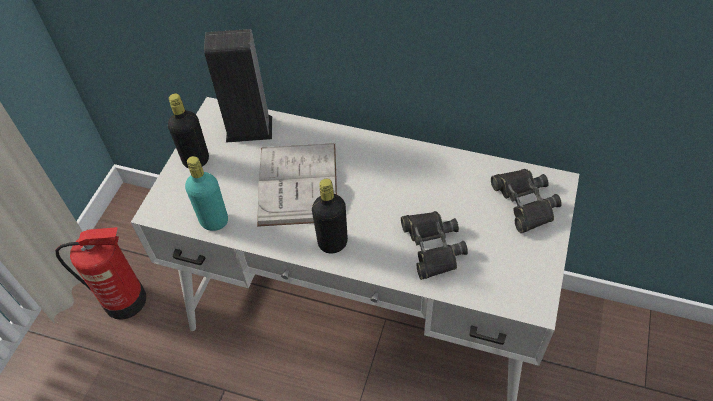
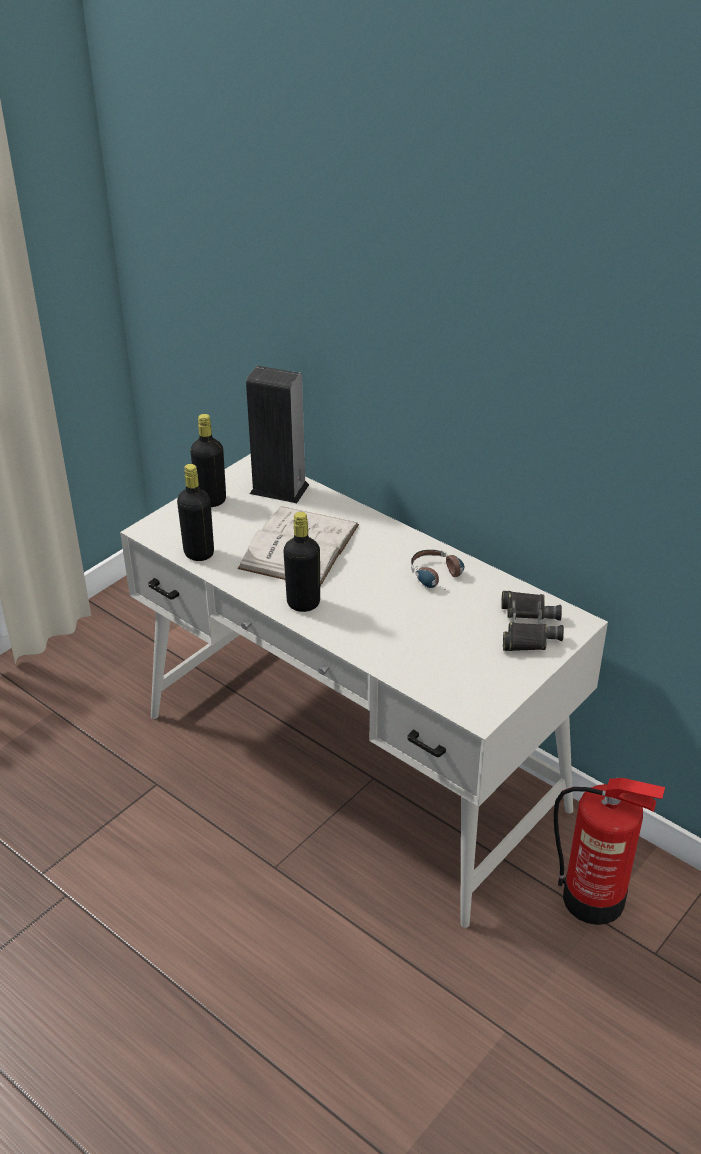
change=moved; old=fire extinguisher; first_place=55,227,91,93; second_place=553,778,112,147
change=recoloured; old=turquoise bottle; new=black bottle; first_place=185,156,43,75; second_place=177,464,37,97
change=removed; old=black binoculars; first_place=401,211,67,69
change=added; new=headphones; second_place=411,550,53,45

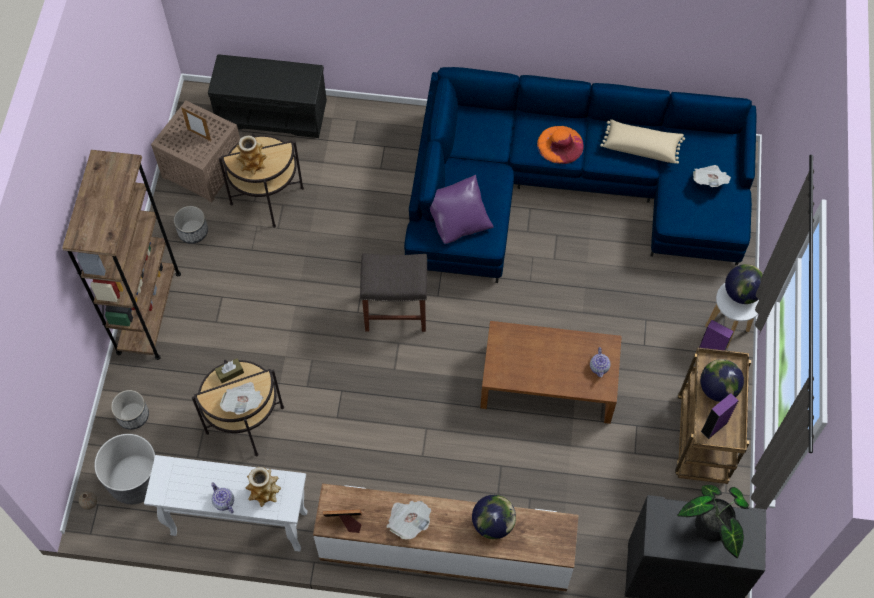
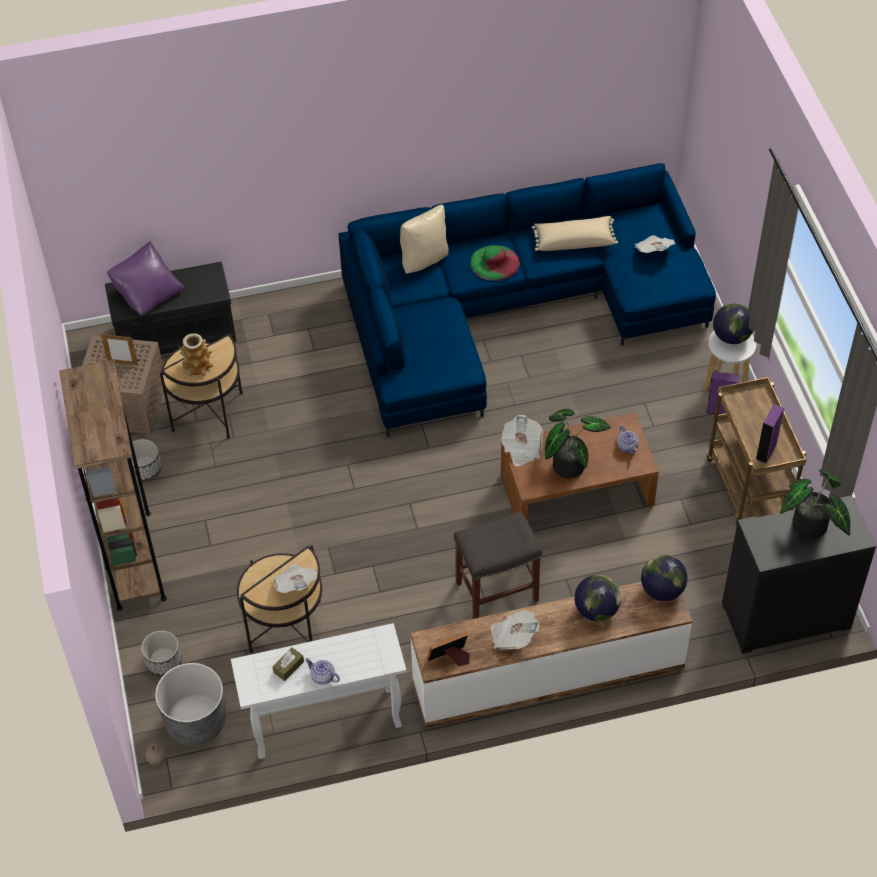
change=moved; old=brown tissue box; first_place=215,358,29,25; second_place=273,647,31,34
change=removed; old=vase; first_place=246,467,35,40
change=moved; old=grey stool; first_place=360,254,67,78; second_place=454,511,88,108
change=moved; old=purple pillow; first_place=430,175,64,69; second_place=107,241,78,74
change=recoloured; old=orange hat; new=green hat; first_place=537,126,47,38; second_place=470,245,50,36
change=moved; old=globe; first_place=700,359,44,43; second_place=641,555,46,46
change=added; new=beige pillow; second_place=400,204,48,70
change=added; new=newspaper; second_place=501,415,42,52
change=added; new=potted plant; second_place=545,409,66,69

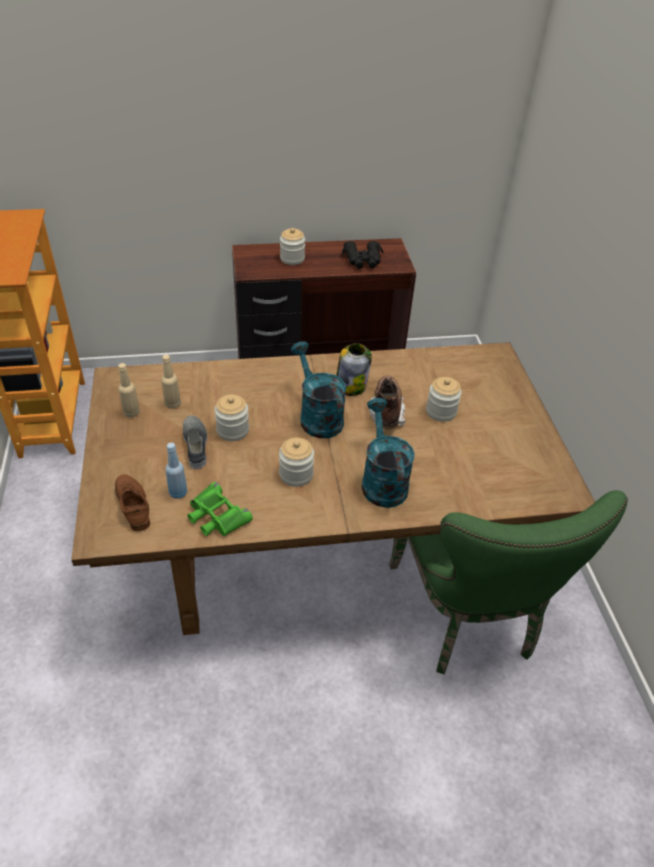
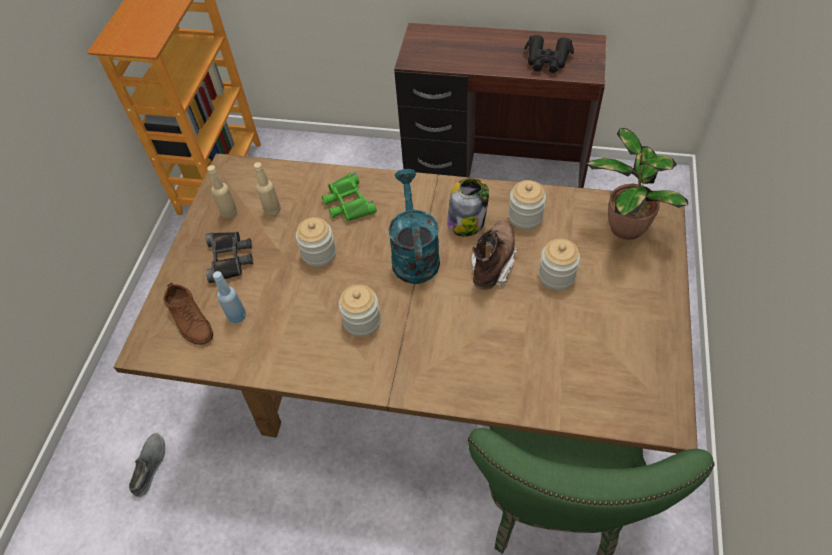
change=turned; old=brown shoe; first_place=115,474,35,57; second_place=163,282,50,63; degrees=150
change=moved; old=grey shoe; first_place=183,416,24,53; second_place=129,433,36,64
change=moved; old=green binoculars; first_place=188,482,65,54; second_place=322,172,55,50
change=moved; old=jar; first_place=280,228,25,37; second_place=508,180,38,50
change=removed; old=turquoise watering can; first_place=362,398,53,110
change=added; new=black binoculars; second_place=205,232,48,51
change=added; new=potted plant; second_place=587,128,101,112

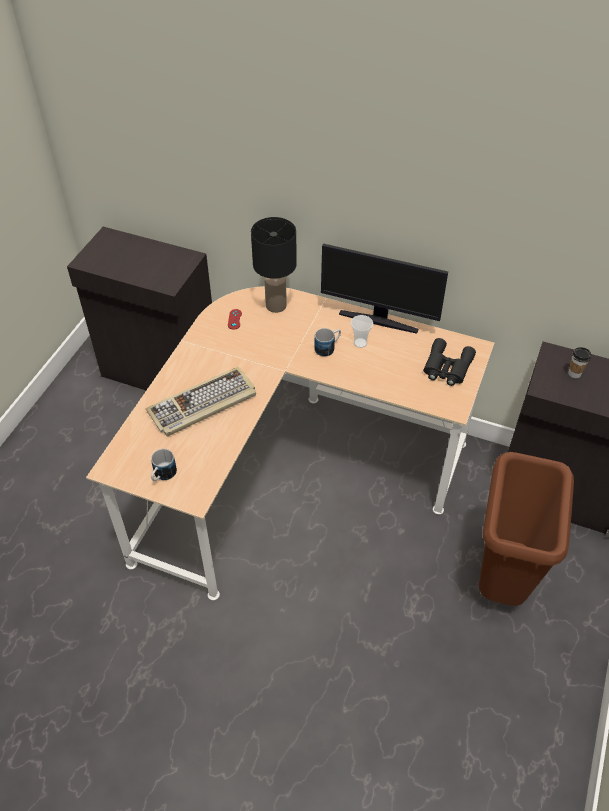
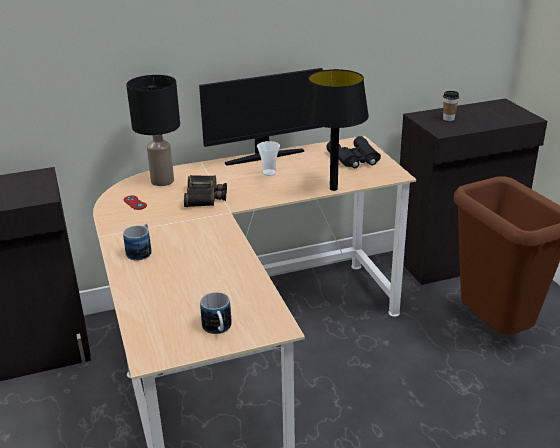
change=removed; old=keyboard; first_place=146,367,110,70
change=moved; old=mug; first_place=314,328,27,29; second_place=123,223,29,38
change=added; new=binoculars; second_place=184,175,43,32
change=added; new=black table lamp; second_place=302,69,67,122

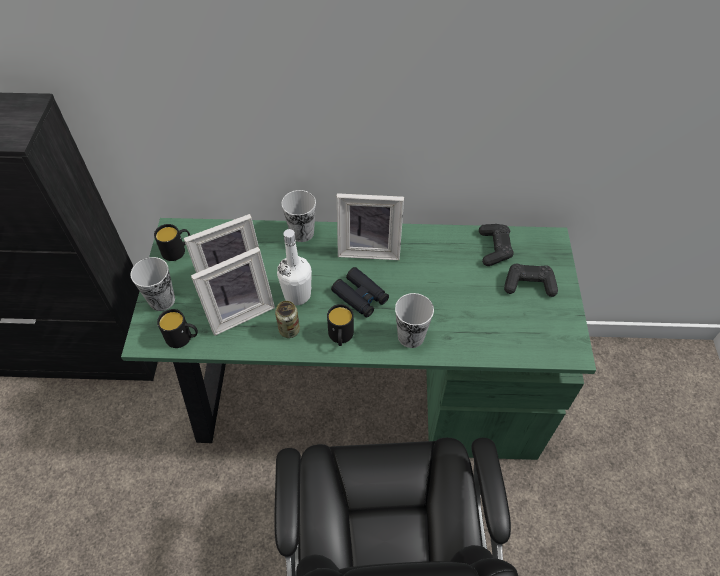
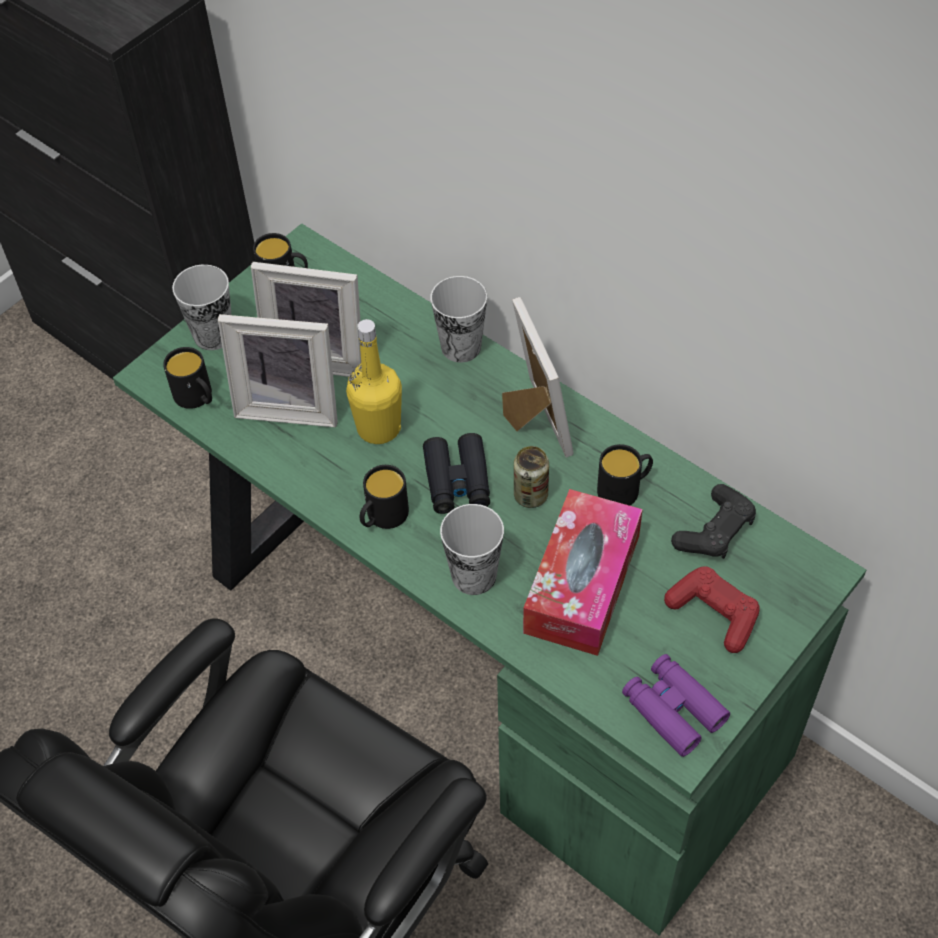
change=moved; old=can; first_place=275,301,25,37; second_place=514,446,35,62
change=recoloured; old=white bottle; new=yellow bottle; first_place=277,229,35,76; second_place=346,319,56,125
change=turned; old=picture frame; first_place=337,193,67,67; second_place=502,297,72,161; degrees=-150
change=recoloured; old=black game controller; new=red game controller; first_place=504,264,54,33; second_place=664,566,96,87
change=added; new=tissue box; second_place=523,489,120,167
change=added; new=black mug; second_place=597,444,56,62
change=added; new=purple binoculars; second_place=622,654,108,103

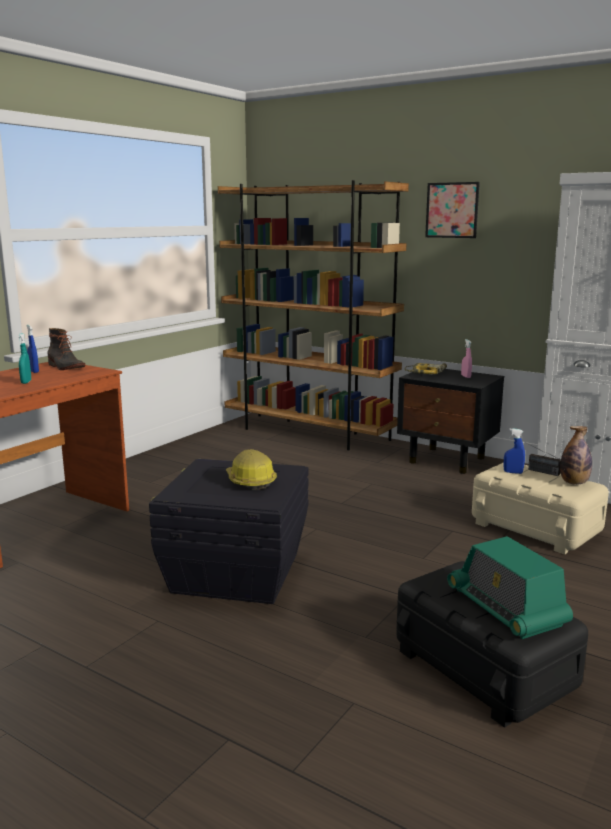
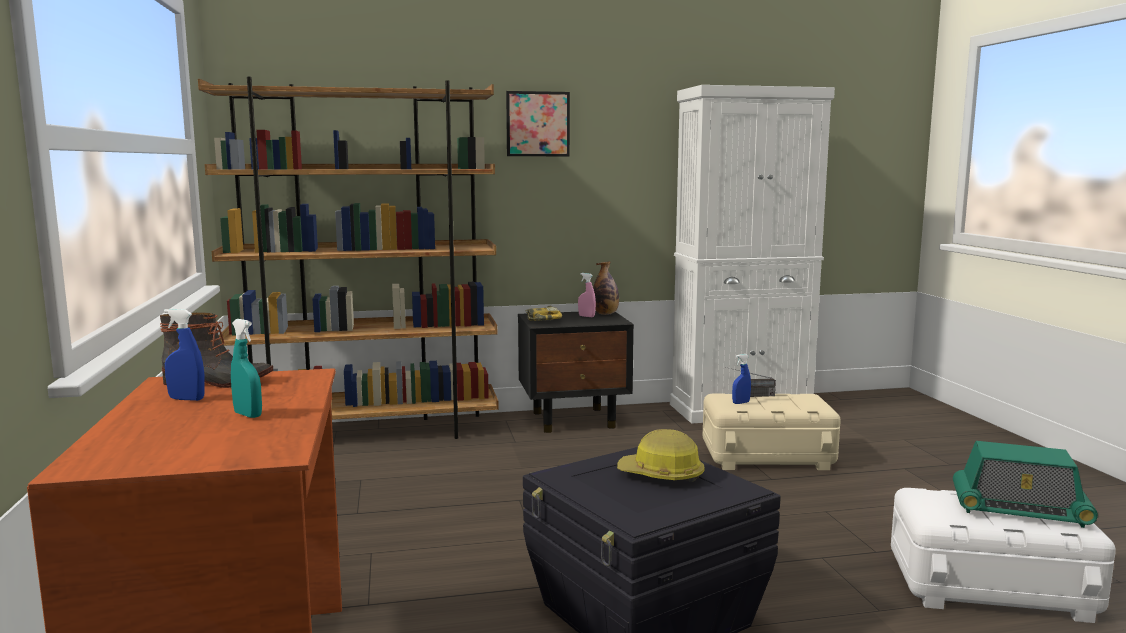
change=recoloured; old=black storage box; new=white storage box; first_place=396,561,192,167; second_place=891,488,225,135
change=moved; old=bottle; first_place=560,426,32,59; second_place=593,261,26,54

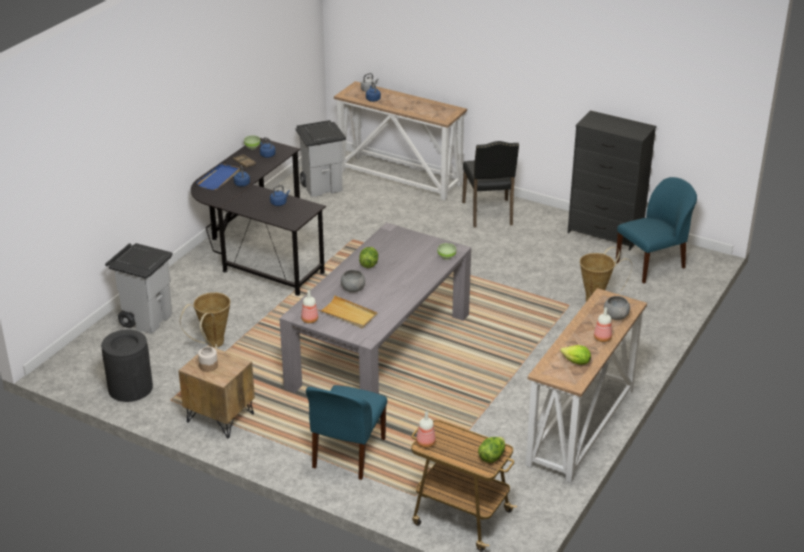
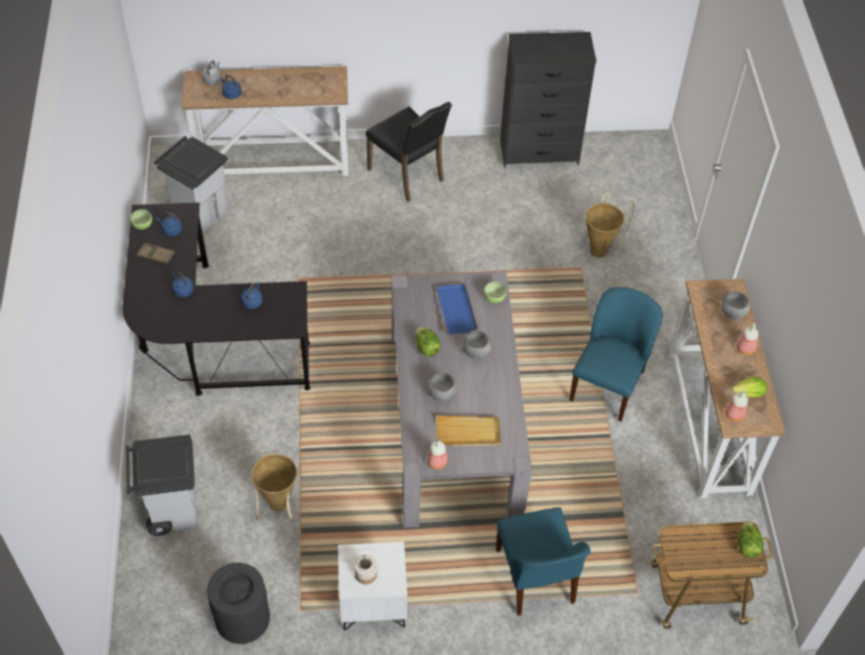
change=recoloured; old=brown nightstand; new=white nightstand; first_place=178,345,77,93; second_place=338,541,69,89
change=moved; old=blue tray; first_place=196,164,44,26; second_place=437,283,41,51
change=moved; old=bottle; first_place=416,411,20,37; second_place=725,390,23,31
change=moved; old=blue chair; first_place=616,177,81,106; second_place=569,287,94,135
change=added; new=grey bowl; second_place=463,331,28,28

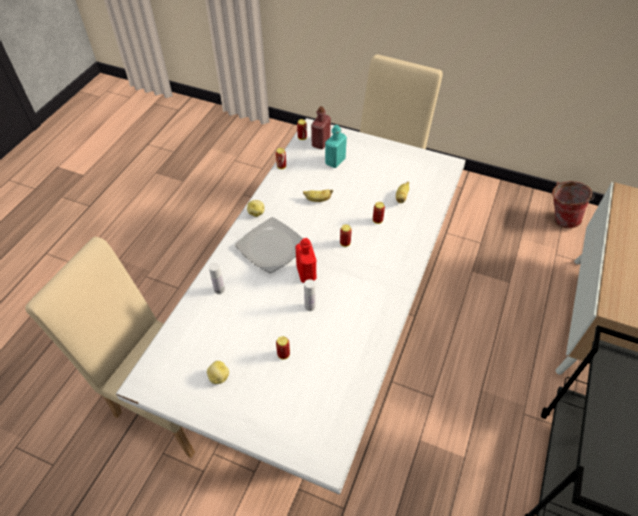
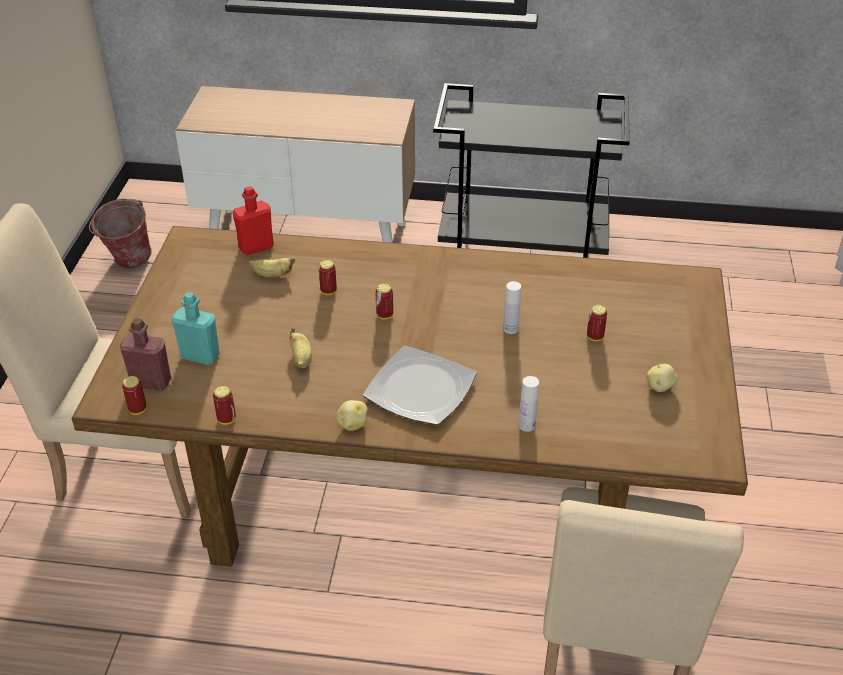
change=recoloured; old=white dining table; new=brown dining table; first_place=116,118,350,376; second_place=72,226,676,341
change=moved; old=red bottle; first_place=295,238,21,45; second_place=233,186,41,69

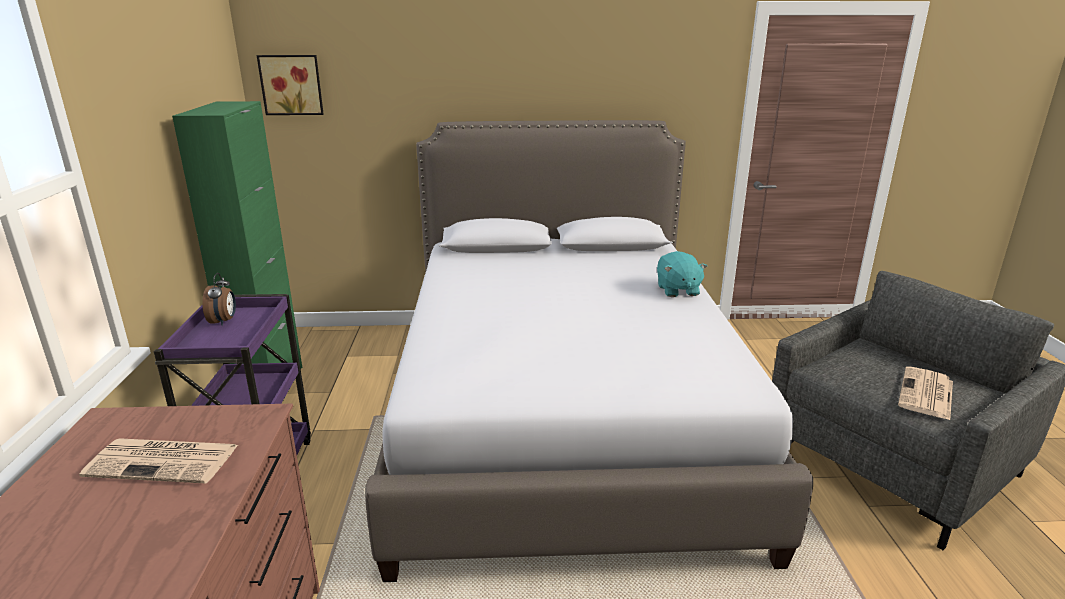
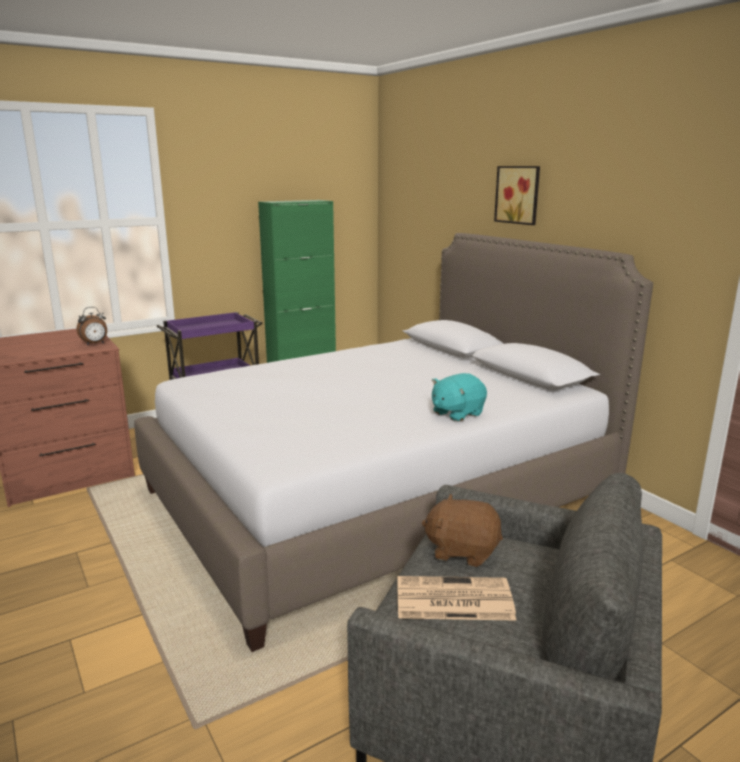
change=removed; old=newspaper; first_place=79,438,159,45
change=moved; old=alarm clock; first_place=202,273,34,53; second_place=77,307,30,38
change=moved; old=picture; first_place=257,55,67,60; second_place=494,166,46,59
change=added; new=brown plush toy; second_place=422,494,81,73

